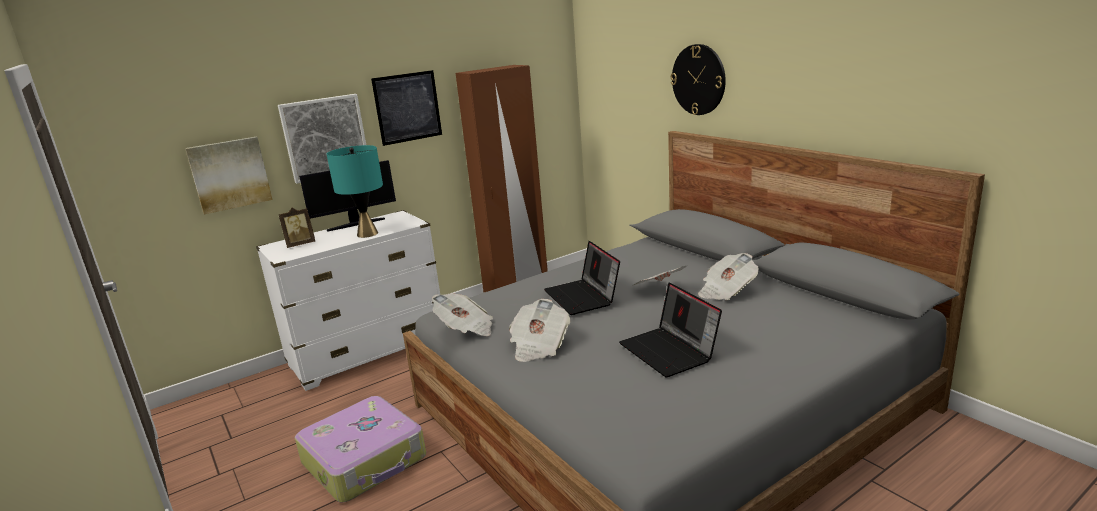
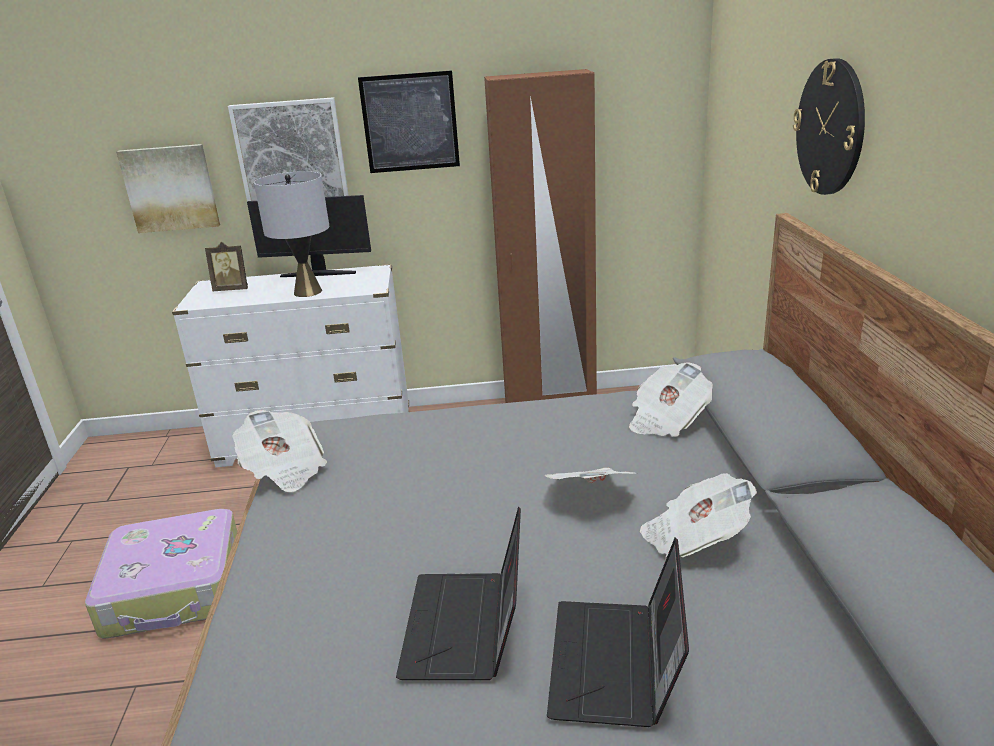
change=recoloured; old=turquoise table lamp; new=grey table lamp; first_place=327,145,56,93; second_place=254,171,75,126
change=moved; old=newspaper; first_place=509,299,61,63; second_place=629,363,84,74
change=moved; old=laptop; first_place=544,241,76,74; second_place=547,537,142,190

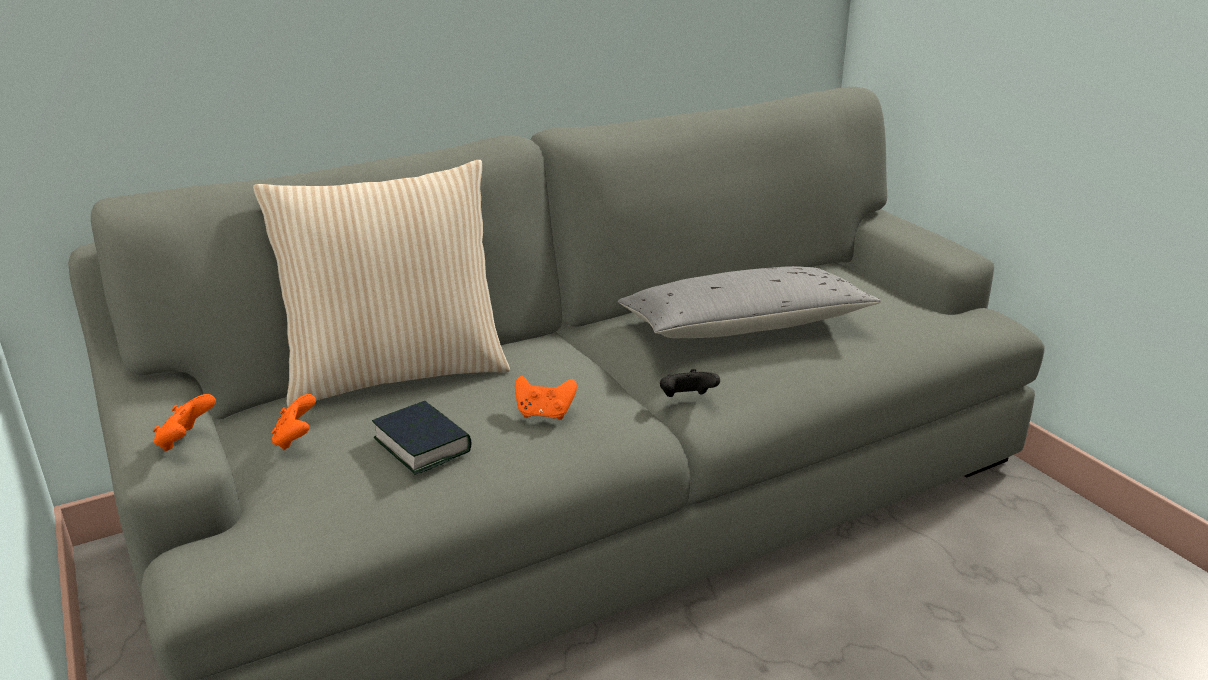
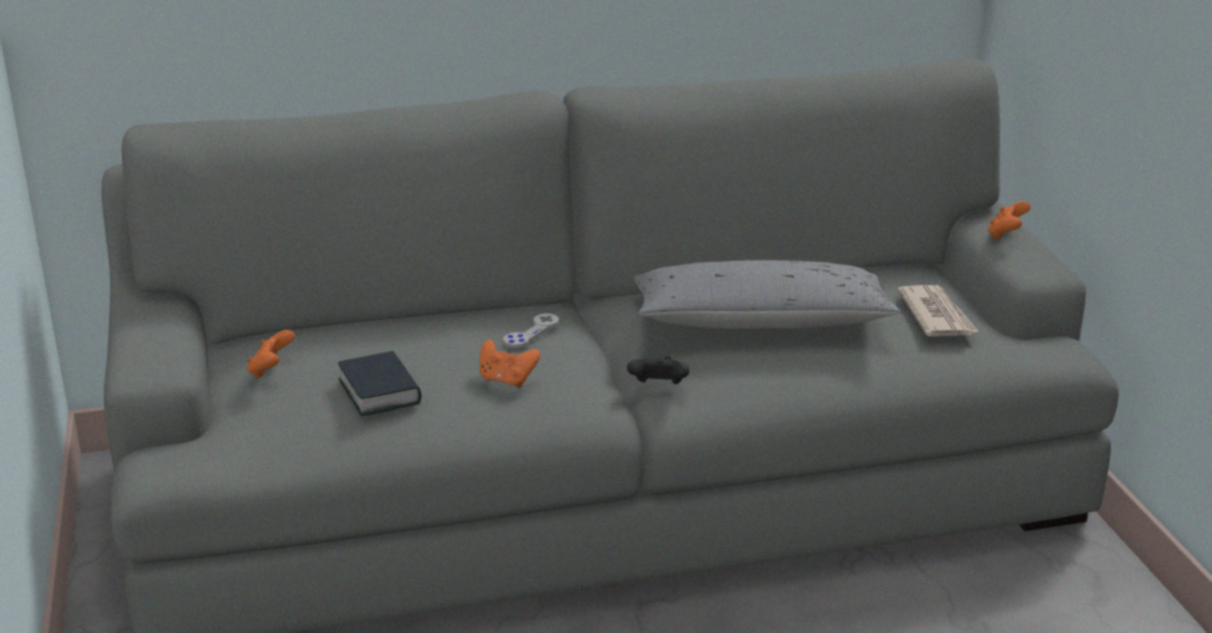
change=moved; old=orange game controller; first_place=153,394,63,57; second_place=988,201,43,39
change=removed; old=beige pillow; first_place=253,160,257,247
change=added; new=grey game controller; second_place=503,313,56,35
change=added; new=newspaper; second_place=897,285,82,51

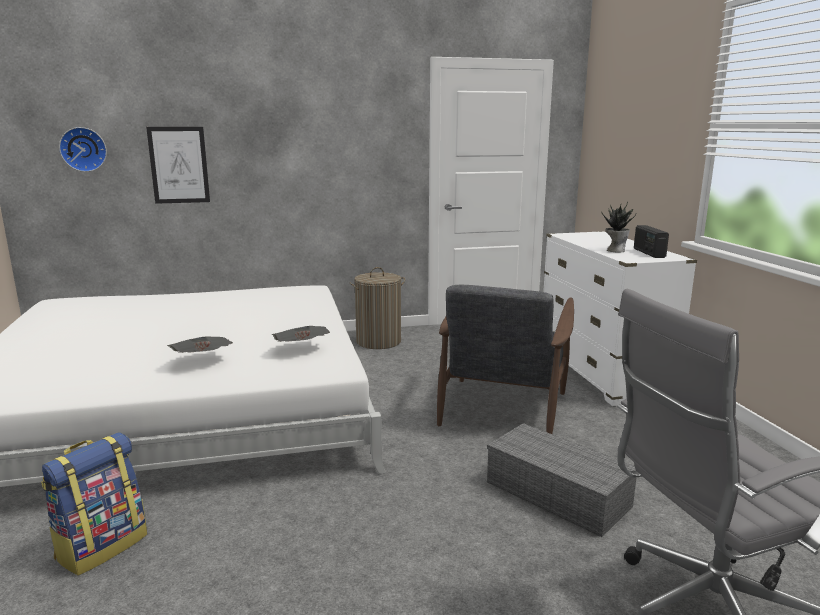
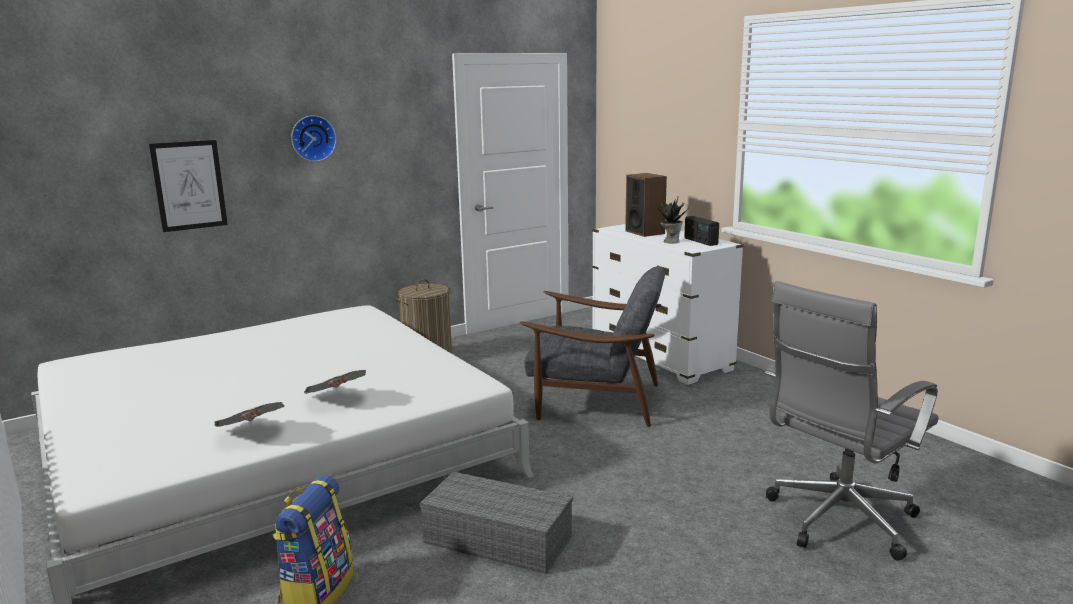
change=moved; old=wall clock; first_place=59,127,48,45; second_place=291,115,45,47
change=moved; old=newspaper; first_place=271,326,59,16; second_place=214,402,70,25
change=turned; old=grey armchair; first_place=437,285,137,149; second_place=520,266,145,161; degrees=-75
change=moved; old=grey storage box; first_place=487,423,150,114; second_place=419,472,154,102
change=added; new=speaker; second_place=625,173,42,64

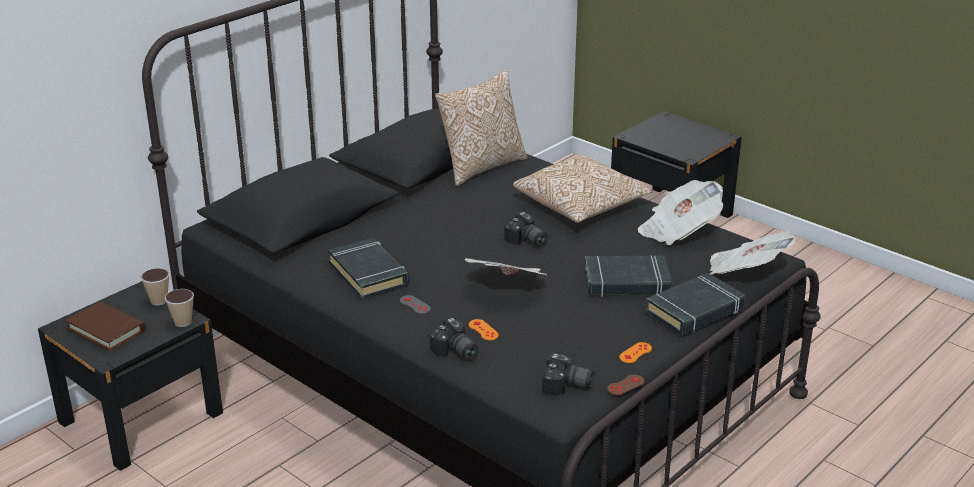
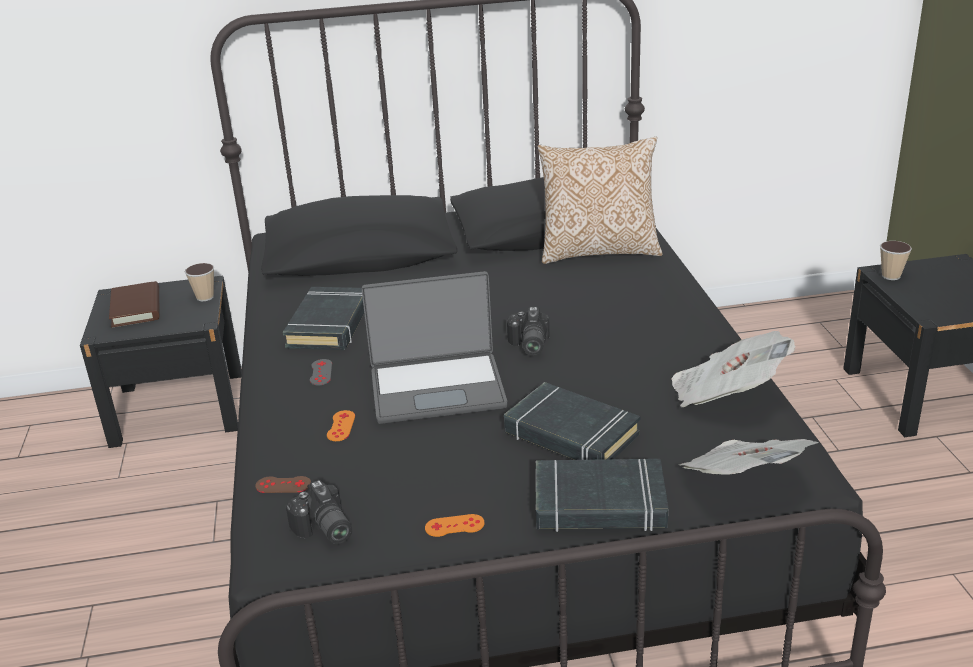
change=moved; old=cup; first_place=164,289,30,38; second_place=880,241,32,39
change=removed; old=photo camera; first_place=430,318,48,42
change=replaced; old=newspaper; new=laptop; first_place=464,258,81,17; second_place=361,271,147,153
change=removed; old=pillow; first_place=513,155,140,68
change=moved; old=brown game controller; first_place=607,375,38,20; second_place=255,476,56,17

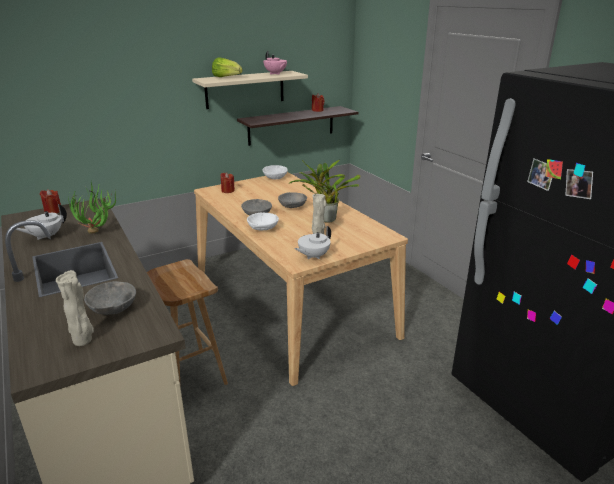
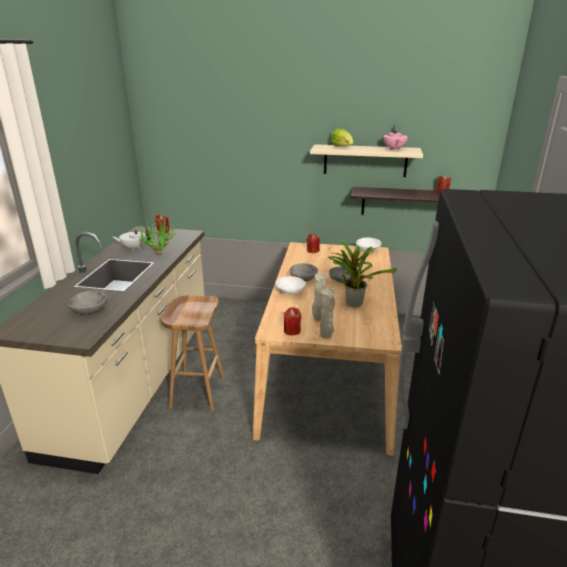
change=moved; old=beige vase; first_place=56,270,38,76; second_place=320,288,15,50
change=replaced; old=white teapot; new=red candle; first_place=295,225,36,34; second_place=284,307,17,28

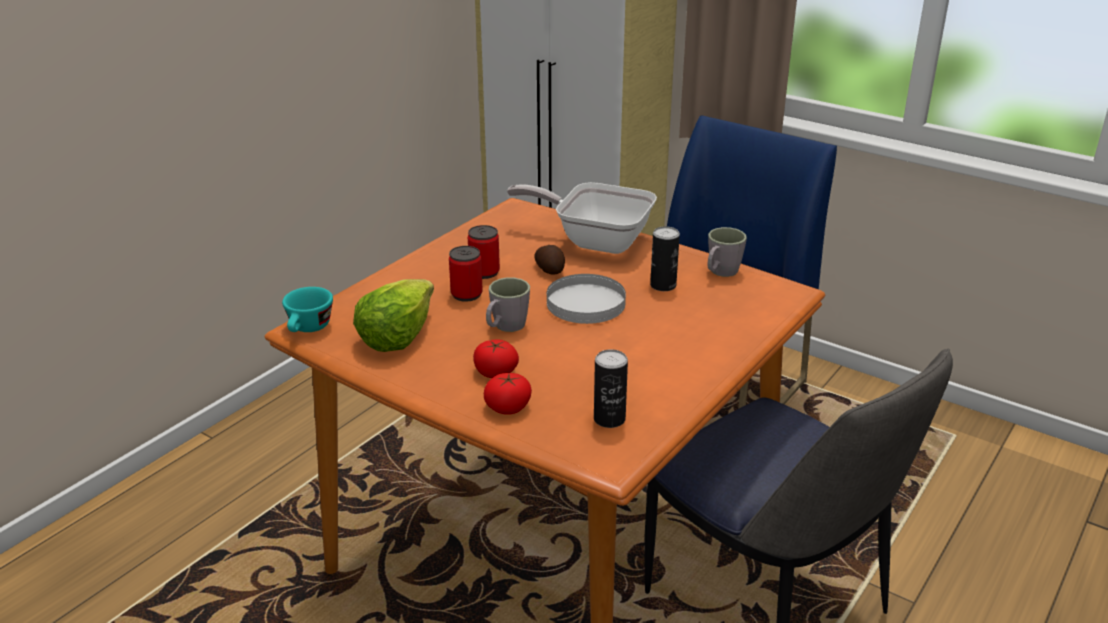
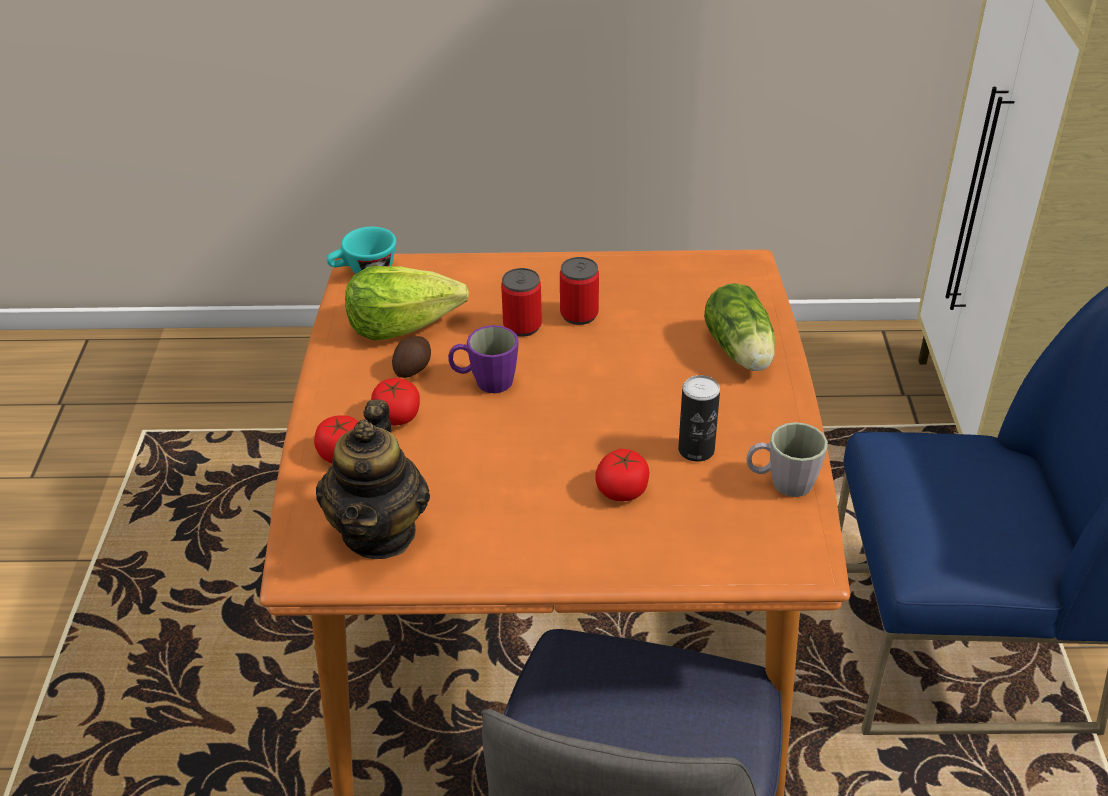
change=recoloured; old=grey mug; new=purple mug; first_place=486,277,44,55; second_place=448,325,71,68
change=replaced; old=frying pan; new=lettuce; first_place=507,182,150,72; second_place=704,283,71,88
change=moved; old=potato; first_place=534,245,31,29; second_place=392,336,39,42
change=removed; old=white plate; first_place=547,274,79,50
change=replaced; old=can; new=teapot; first_place=594,349,34,79; second_place=316,400,114,159
change=added; new=tomato; second_place=595,449,54,52

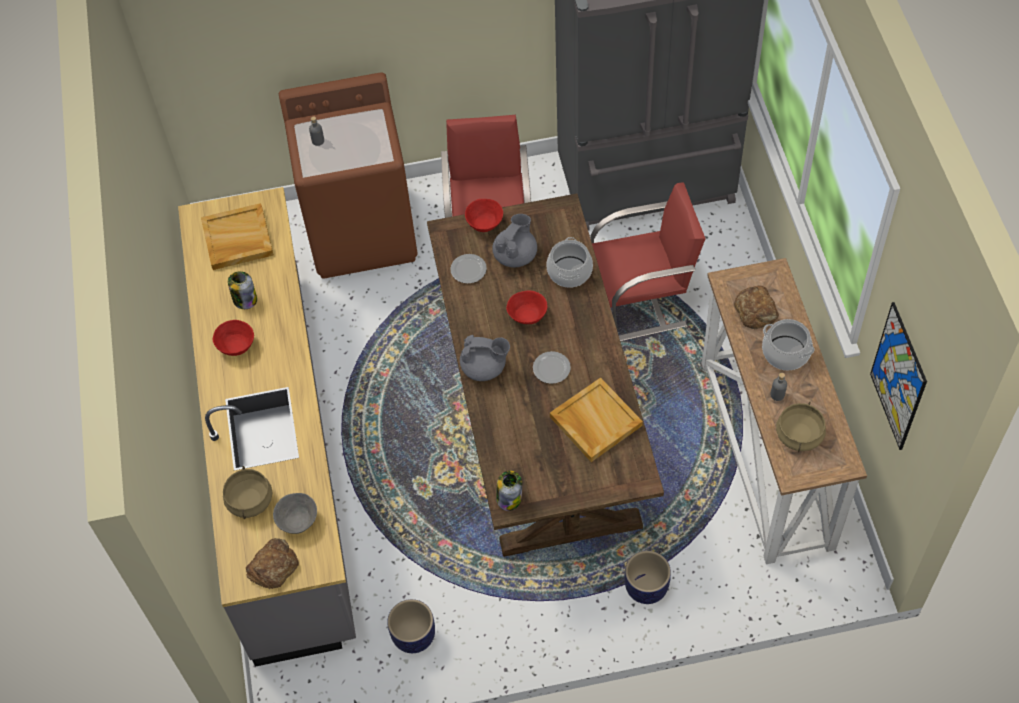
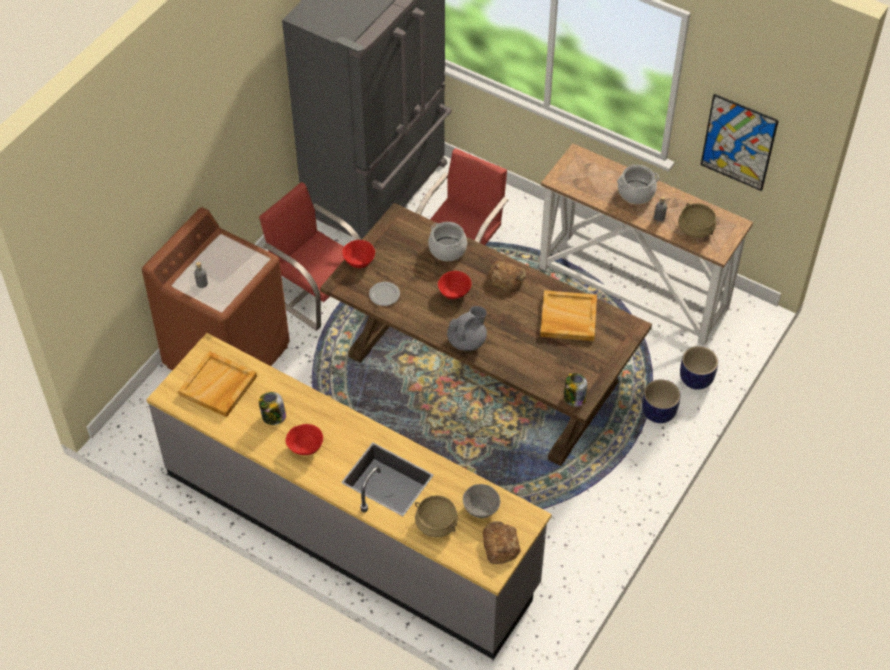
change=moved; old=planter; first_place=387,599,48,54; second_place=680,346,38,44
change=removed; old=grey teapot; first_place=492,214,45,53
change=removed; old=plate; first_place=533,351,38,33
change=moved; old=bread; first_place=734,285,45,44; second_place=488,260,38,33

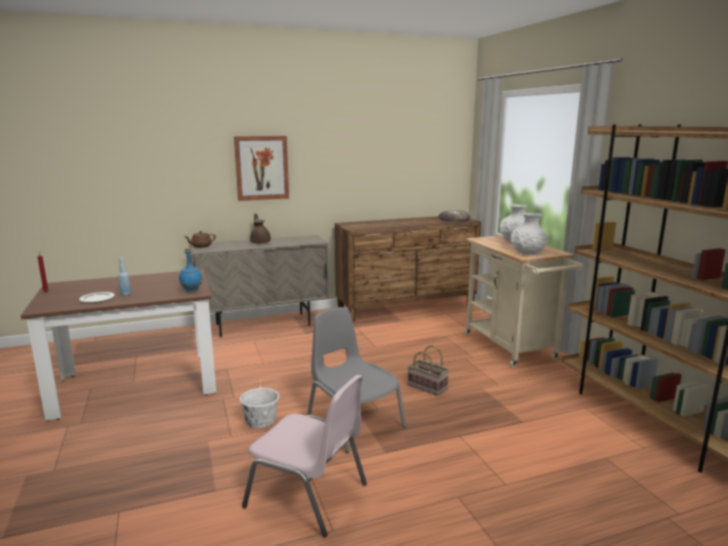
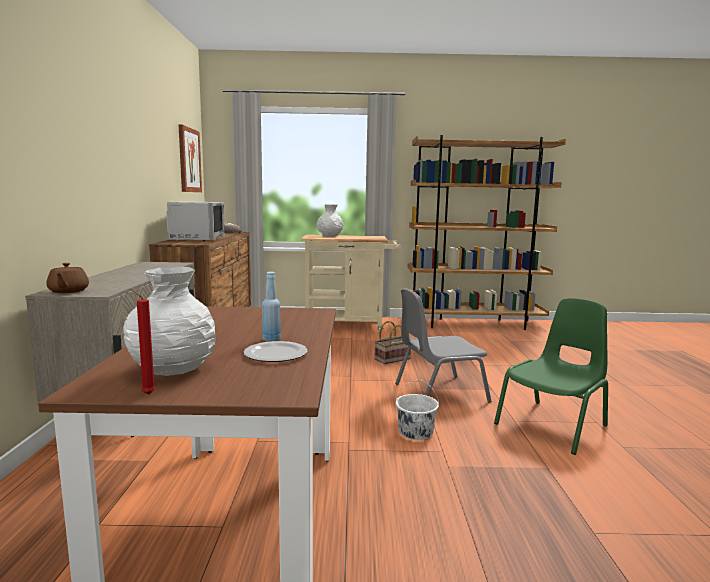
change=removed; old=blue bottle; first_place=179,248,23,44
change=moved; old=picture; first_place=234,136,55,65; second_place=179,125,23,67
change=recoloured; old=pink chair; new=green chair; first_place=242,375,125,163; second_place=494,298,114,157
change=removed; old=brown teapot; first_place=250,213,21,31
change=moved; old=white vase; first_place=511,213,36,42; second_place=123,267,93,109
change=added; new=grey microwave; second_place=166,201,59,40

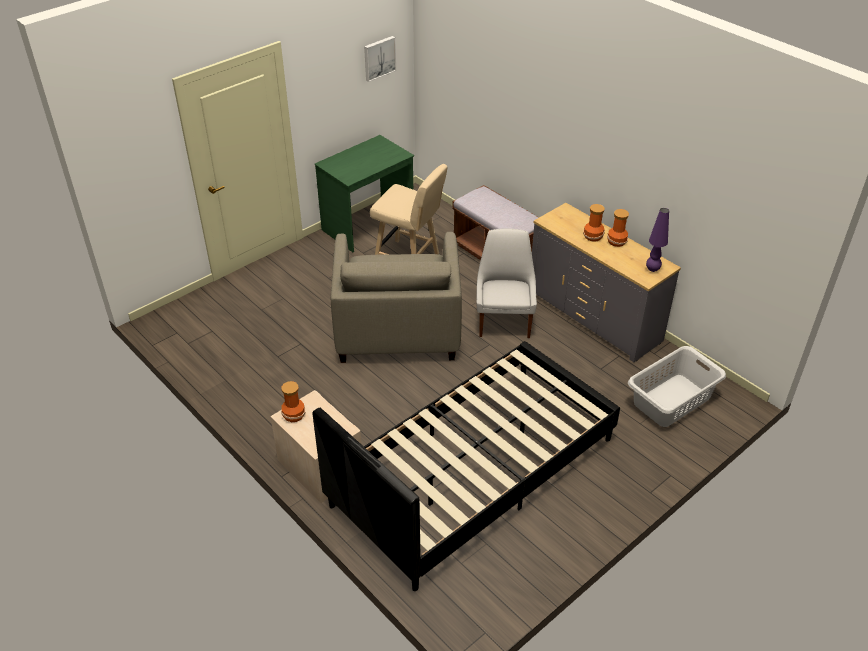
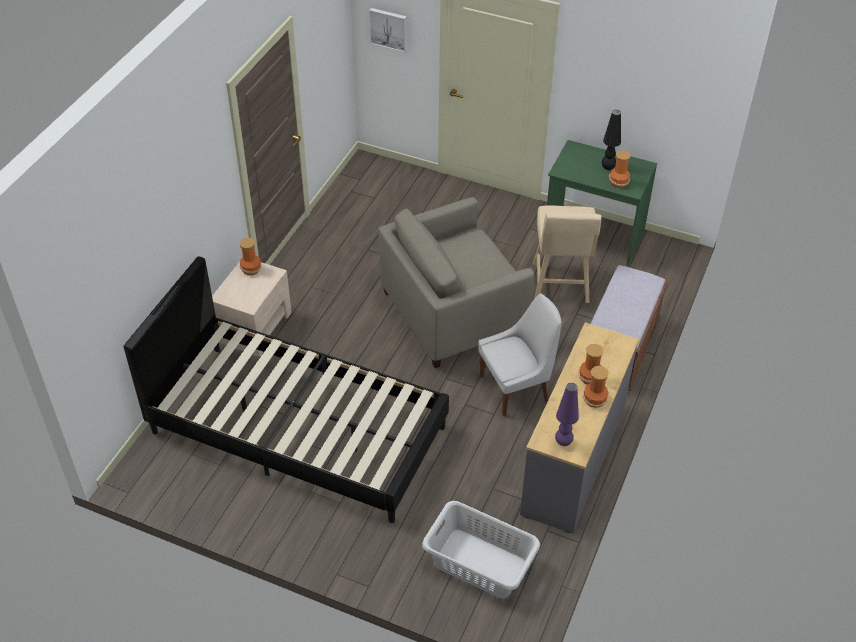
change=moved; old=picture; first_place=364,36,32,46; second_place=369,8,38,44
change=added; new=black table lamp; second_place=602,110,19,60
change=added; new=vase; second_place=609,150,22,38

